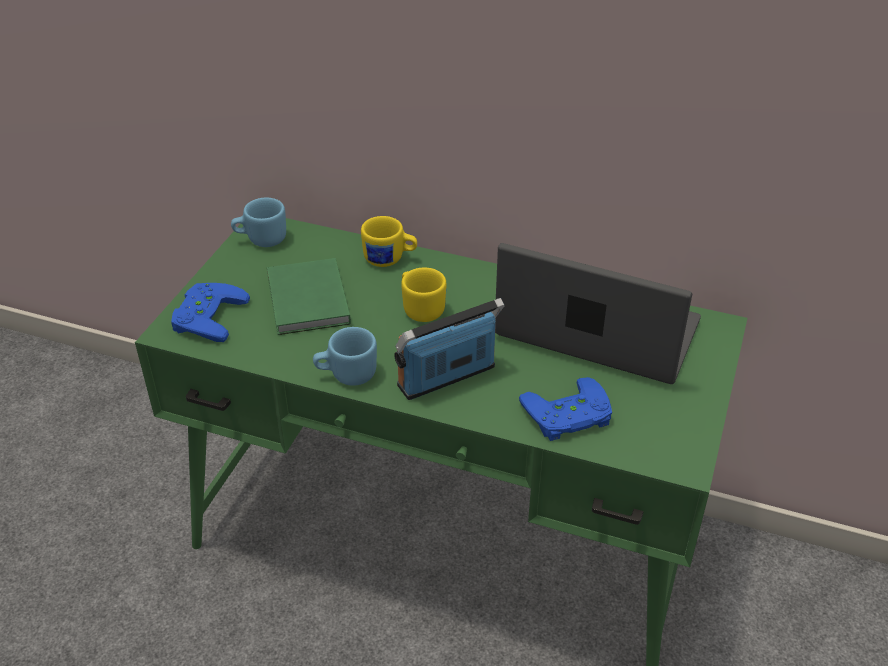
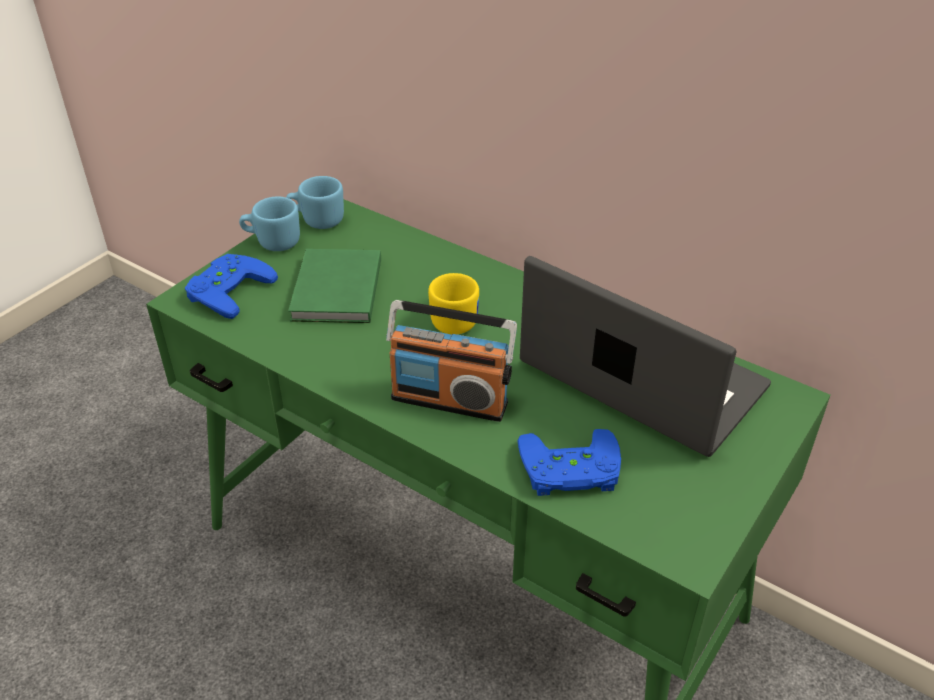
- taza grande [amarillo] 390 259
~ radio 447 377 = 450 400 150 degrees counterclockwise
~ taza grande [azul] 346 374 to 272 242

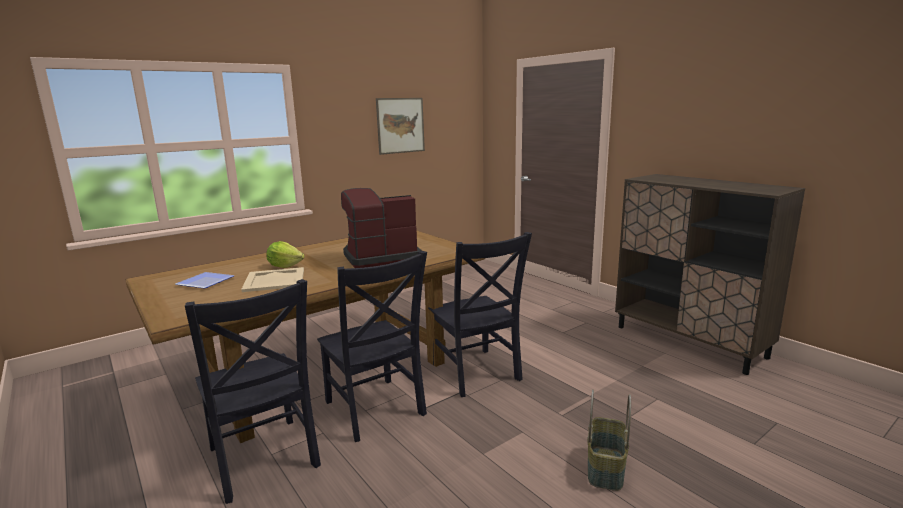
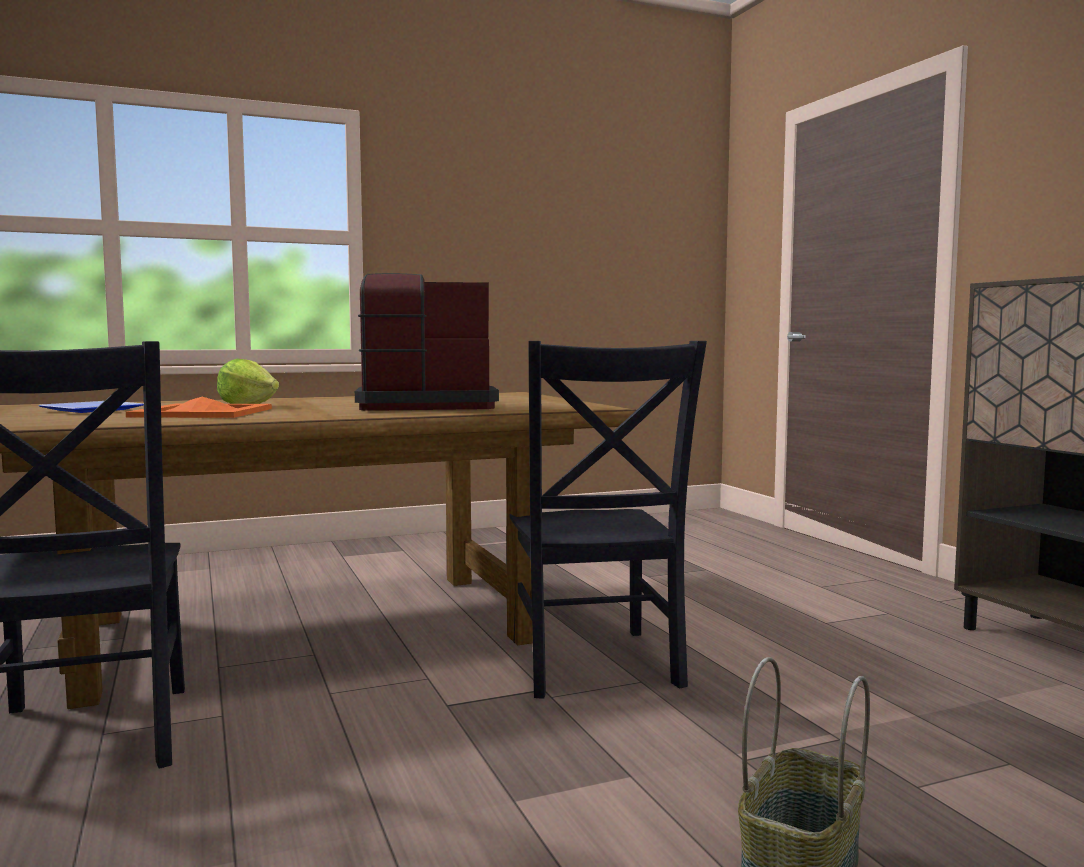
- cuadro 400 125
- silla [negro] 375 410
~ bandeja [beis] 275 280 to bandeja [naranja] 204 412

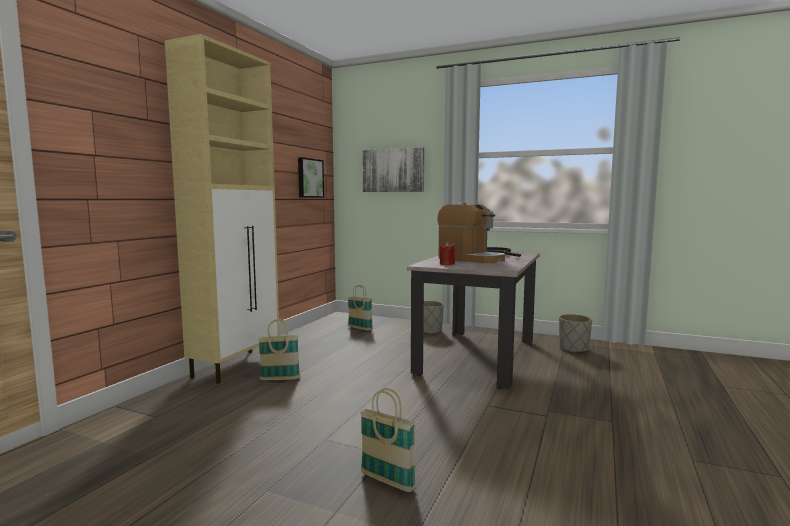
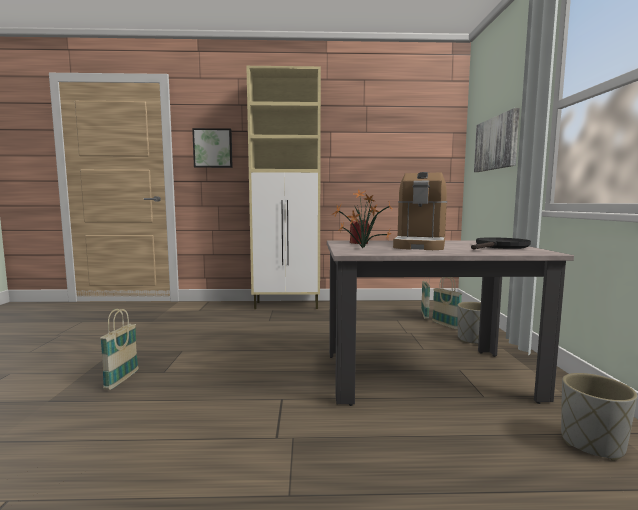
~ cuadro 309 178 to 213 148
~ cesta 280 379 to 445 325
+ planta en maceta 361 248

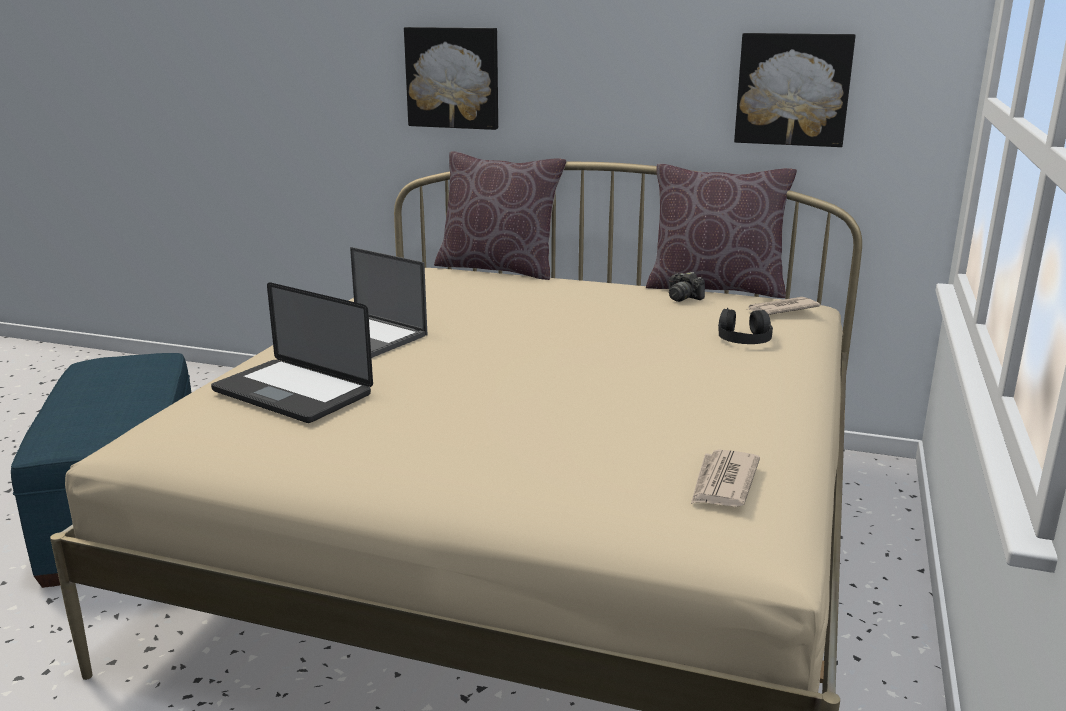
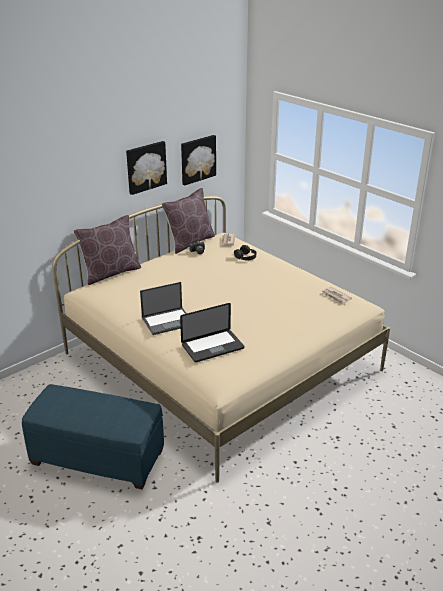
~ cuadro 453 78 to 145 167

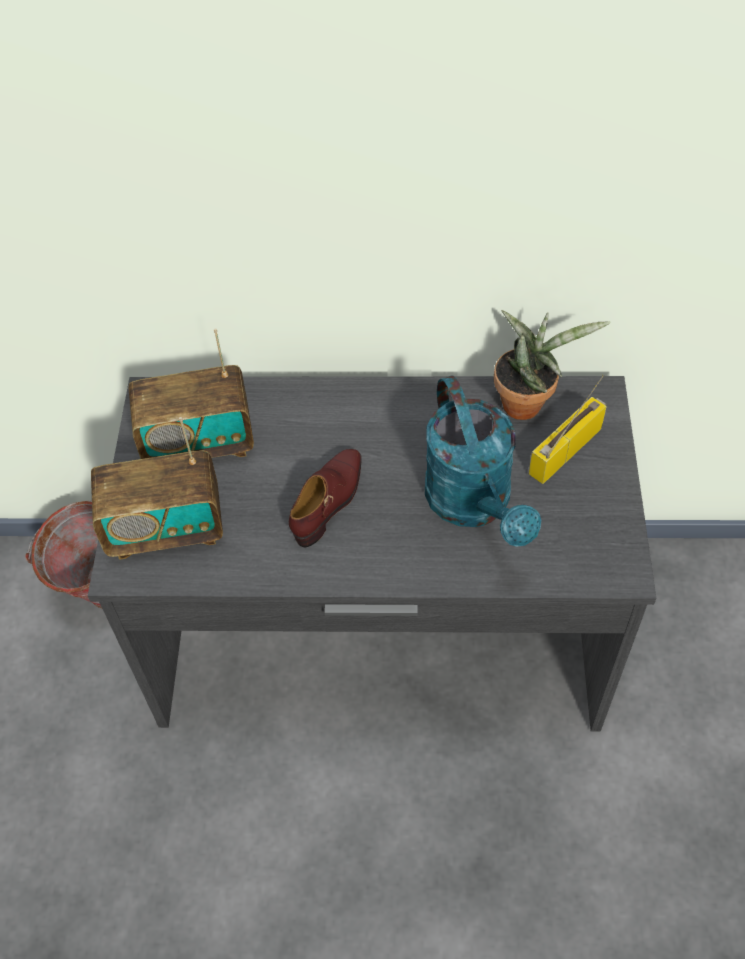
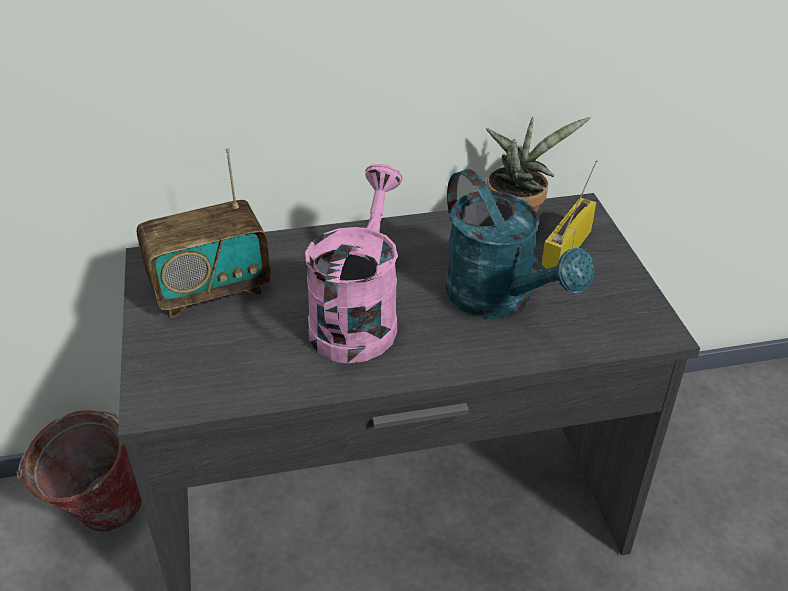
- radio 166 529
~ zapato [marrón] 329 501 to regadera [rosa] 357 317

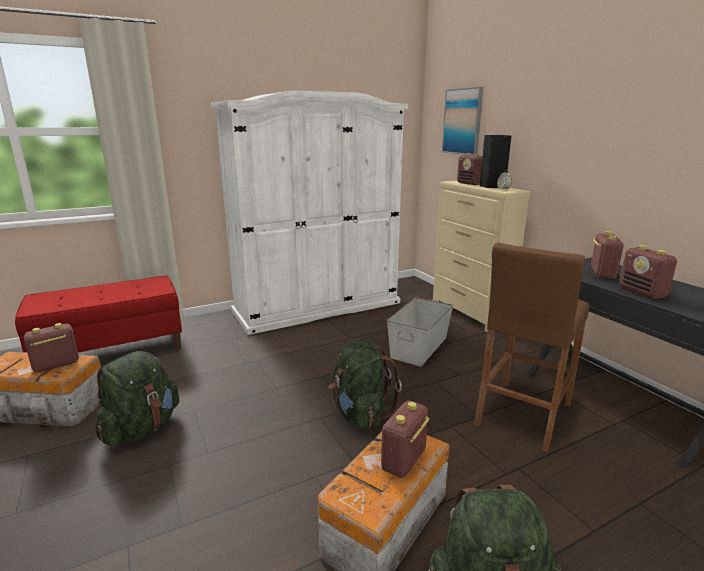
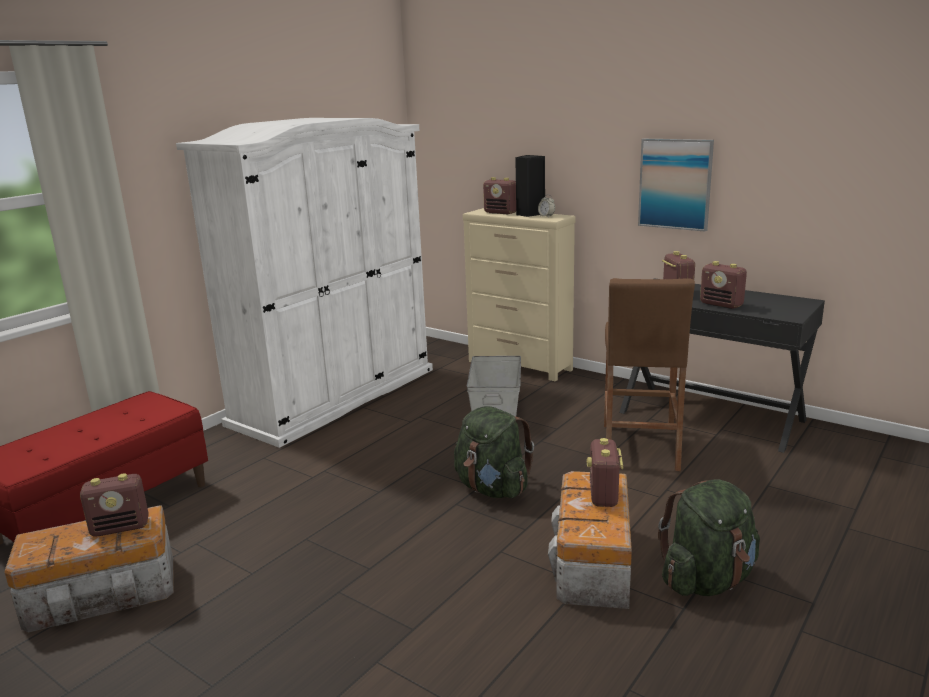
~ cuadro 462 121 to 675 184
~ radio 56 365 = 121 527 135 degrees counterclockwise
- mochila [verde] 142 428

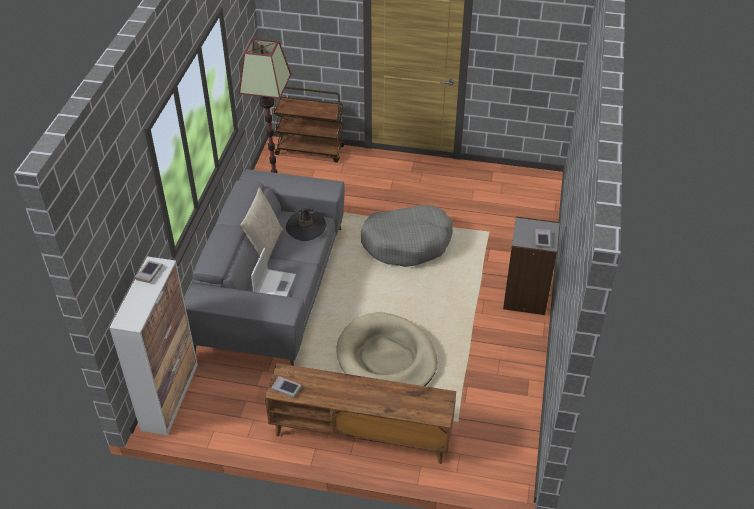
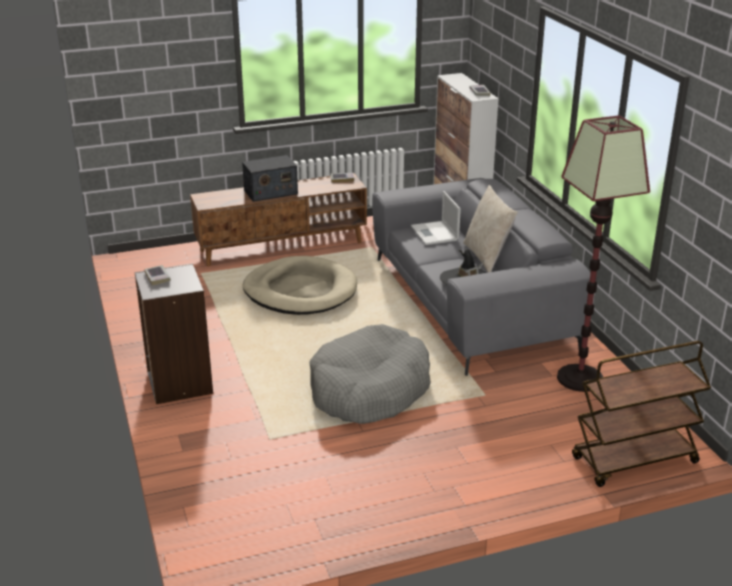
+ radio 270 192

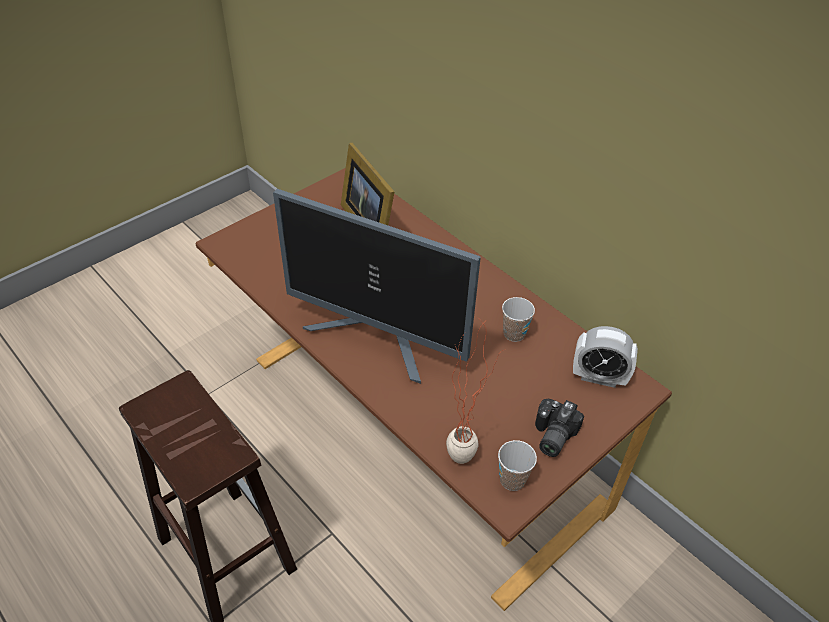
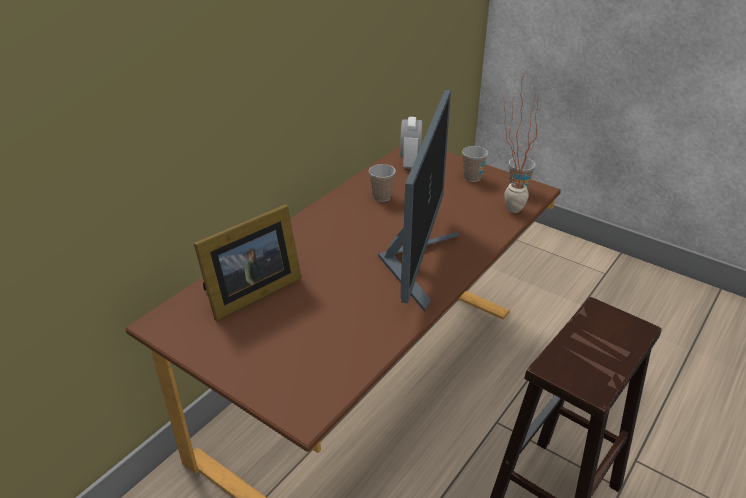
~ cámara 551 435 to taza 472 177

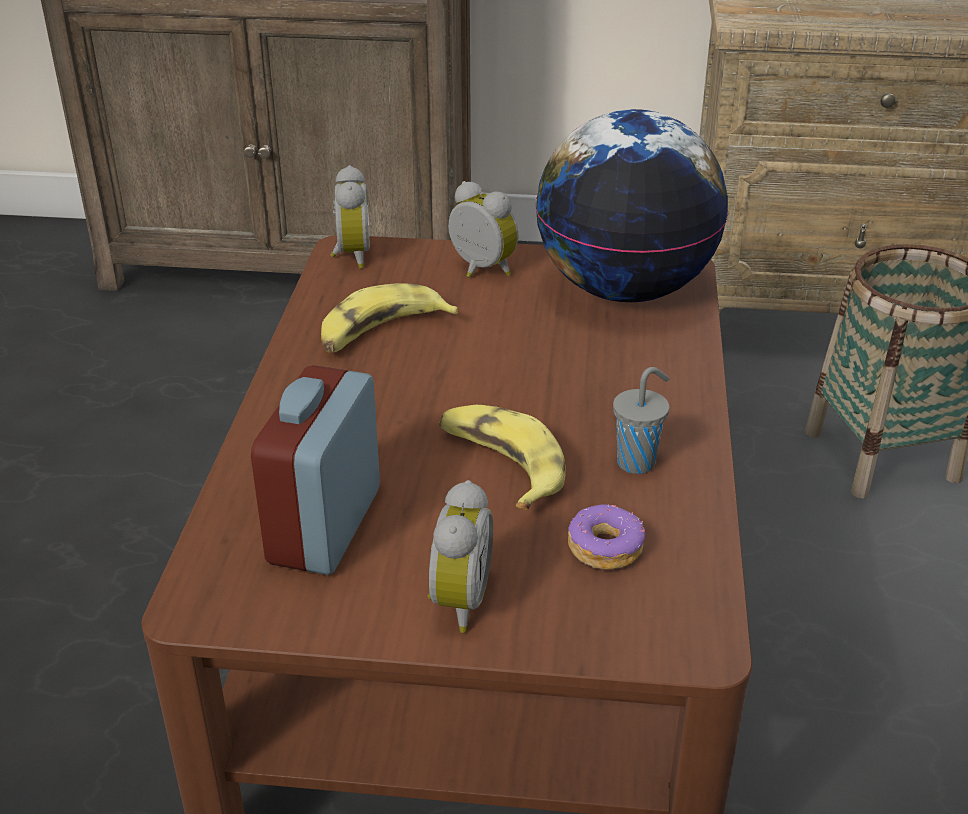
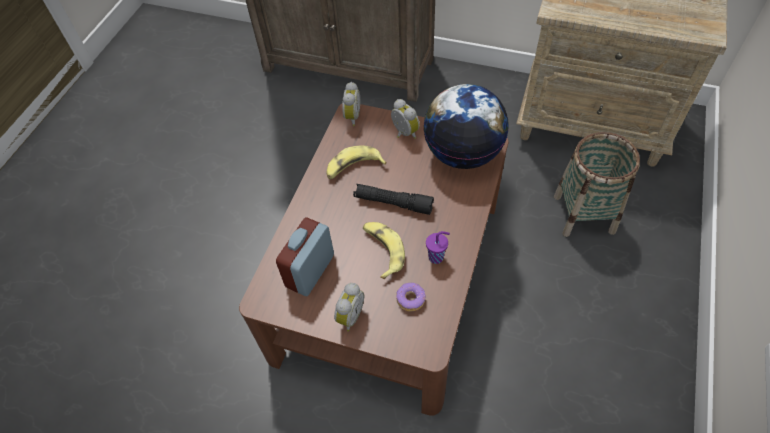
~ taza [gris] 638 462 to taza [morado] 437 257
+ linterna [negro] 393 203

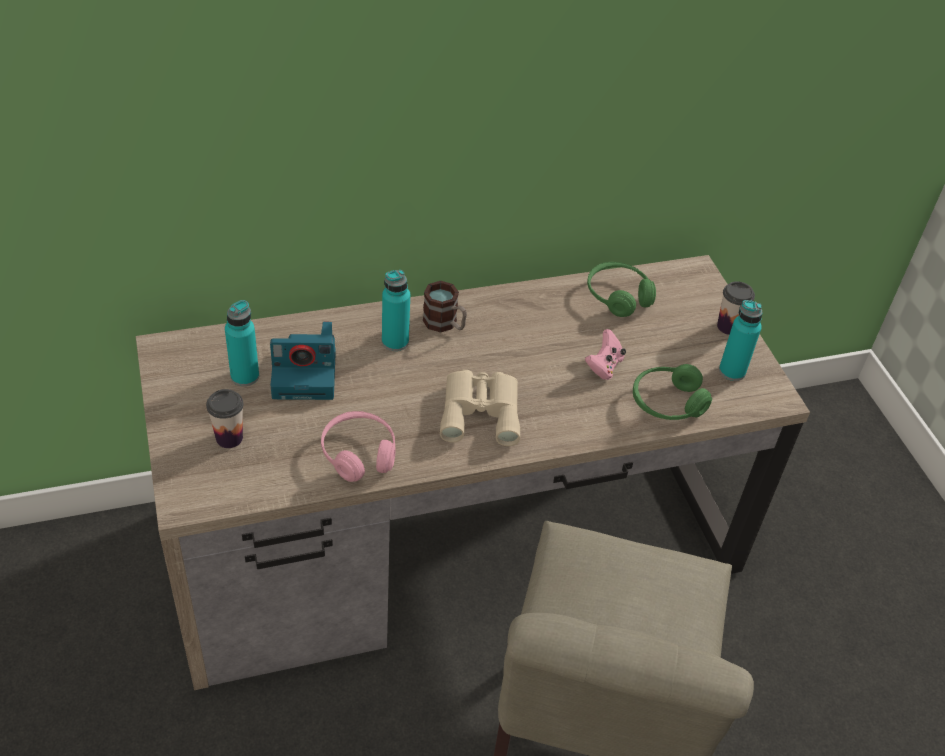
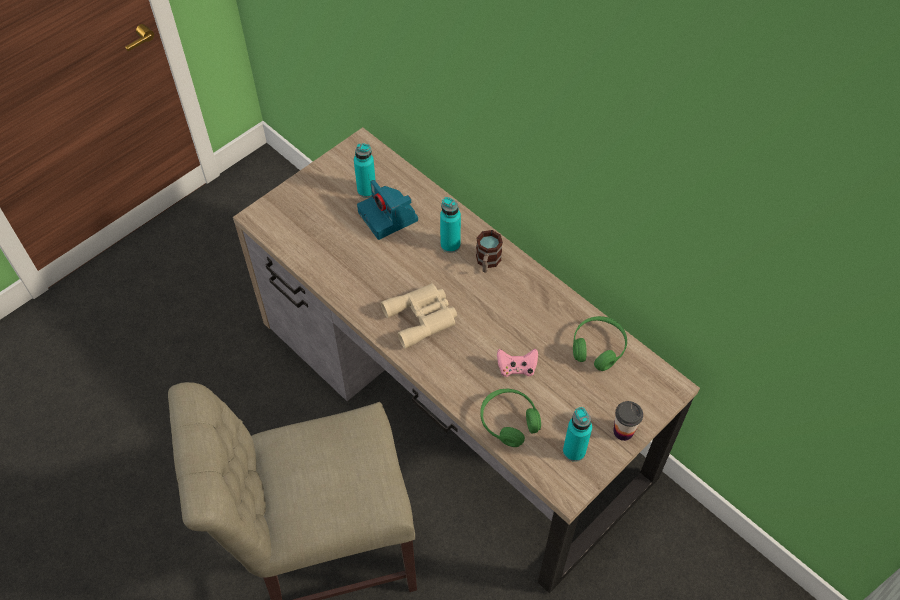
- taza 229 438
- auriculares [rosa] 359 453

